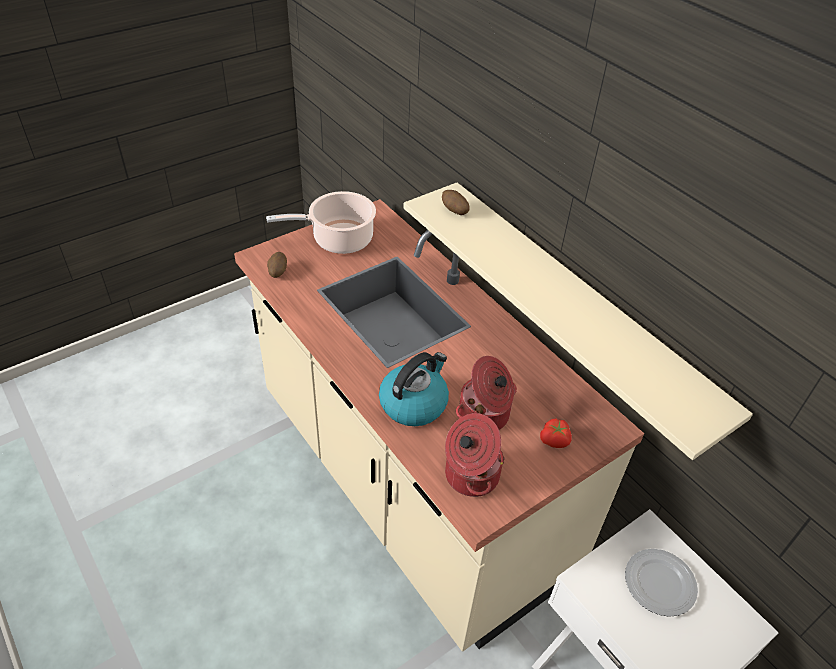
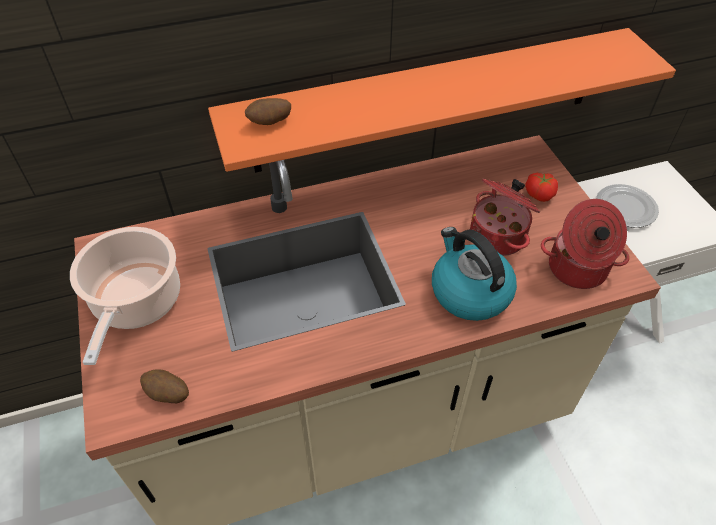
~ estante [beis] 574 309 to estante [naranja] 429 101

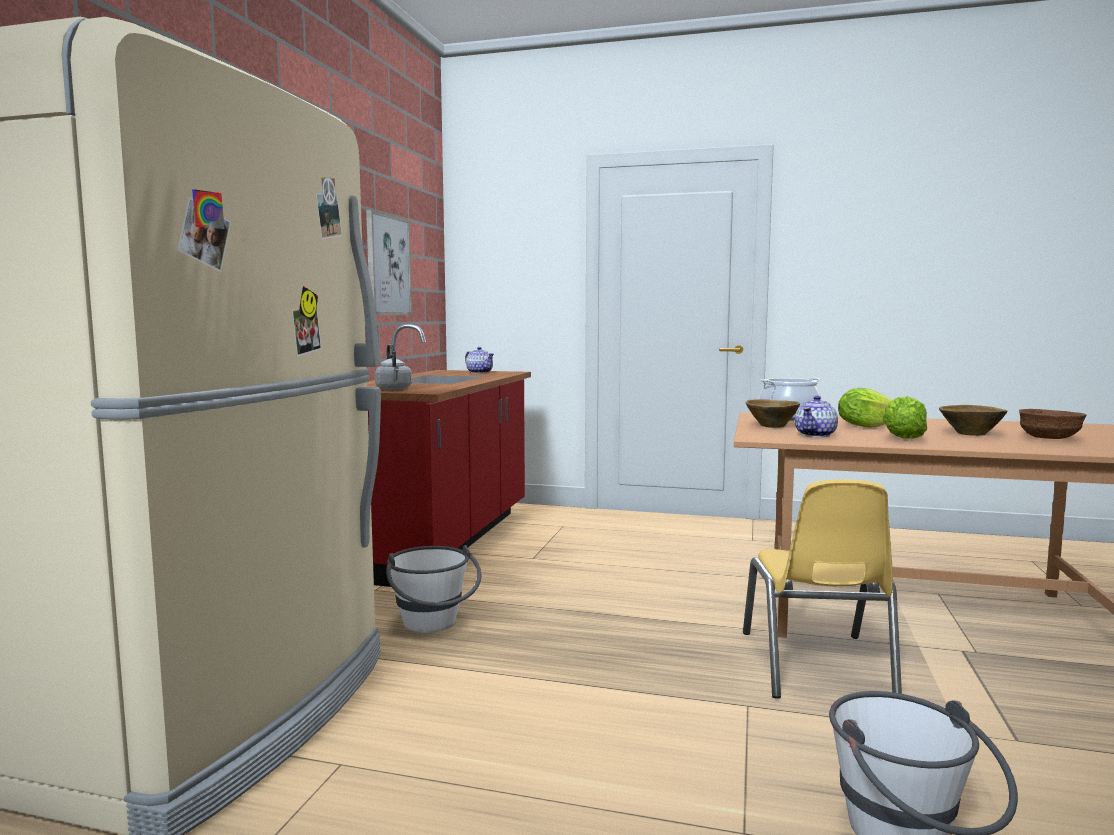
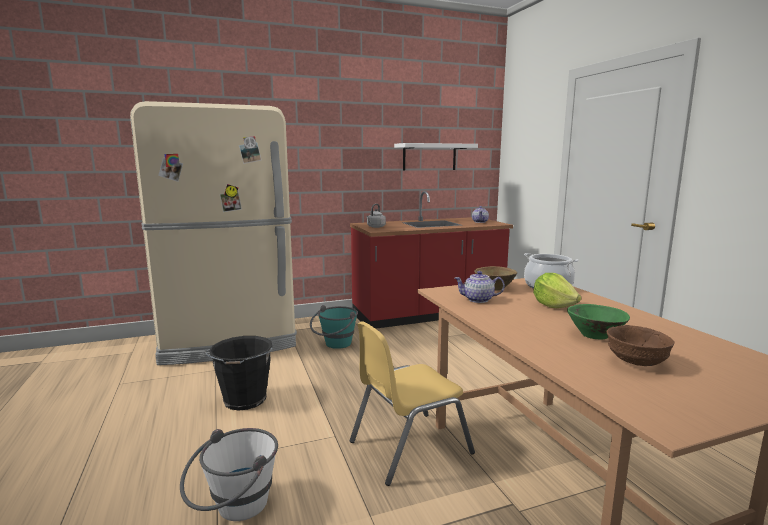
~ cuadro 387 265 to estante [blanco] 429 157
- lechuga 903 438
~ cuenco [marrón] 971 433 to cuenco [verde] 595 335
~ cubo [blanco] 433 626 to cubo [turquesa] 335 345
+ cubo [negro] 244 400

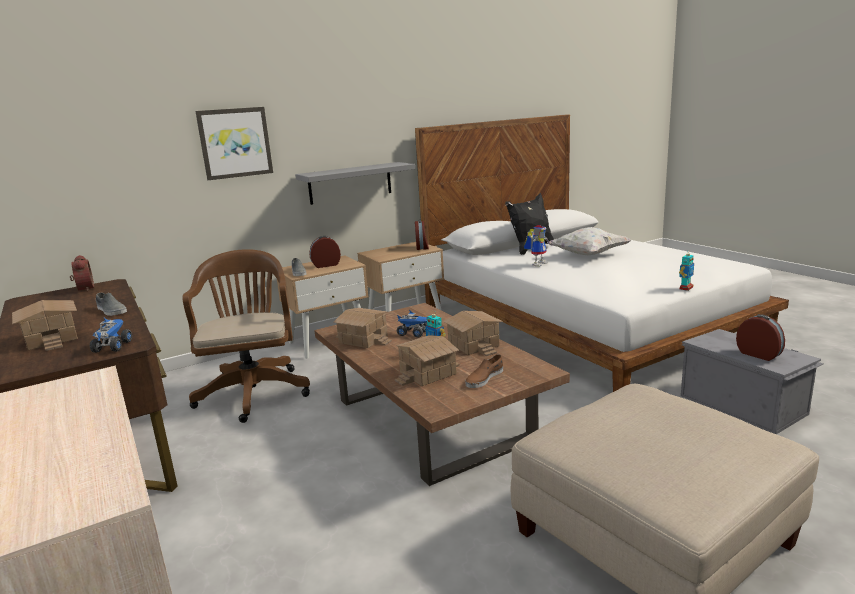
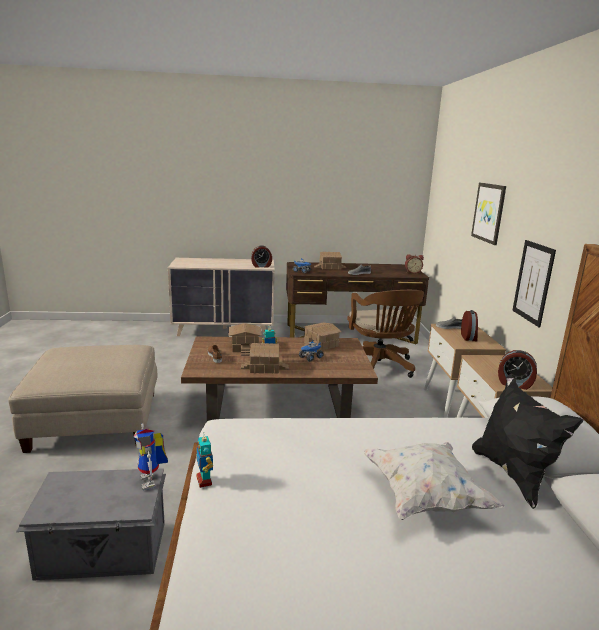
~ estante [gris] 350 183 to cuadro 533 282
~ robot de juguete 538 263 to 152 482
~ silla de oficina [marrón] 254 391 = 379 367 60 degrees clockwise
~ despertador 759 354 to 261 266

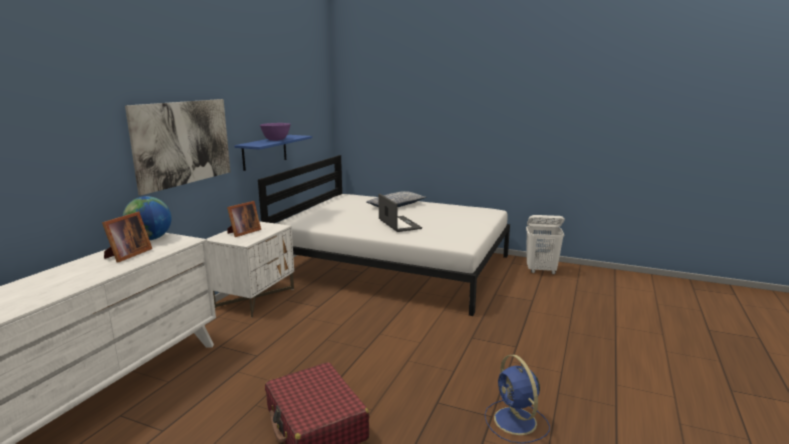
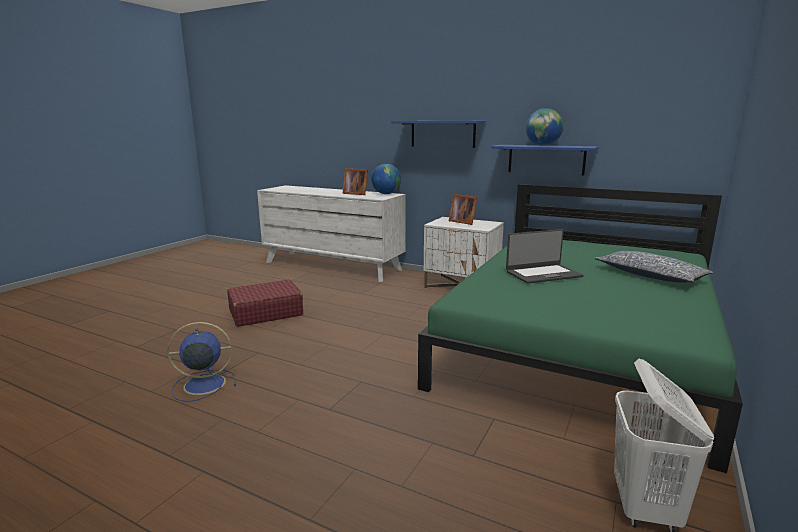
~ cuadro 183 143 to estante [azul] 442 134
~ cuenco [morado] 276 140 to globo terráqueo 543 145
~ cama [blanco] 393 265 to cama [verde] 581 346

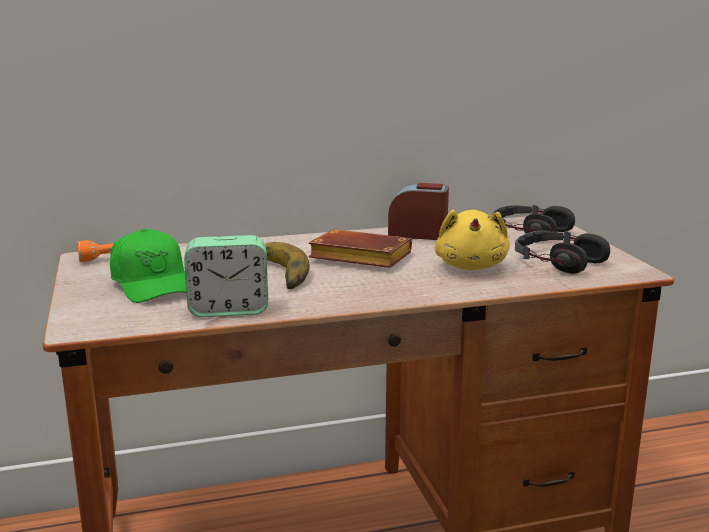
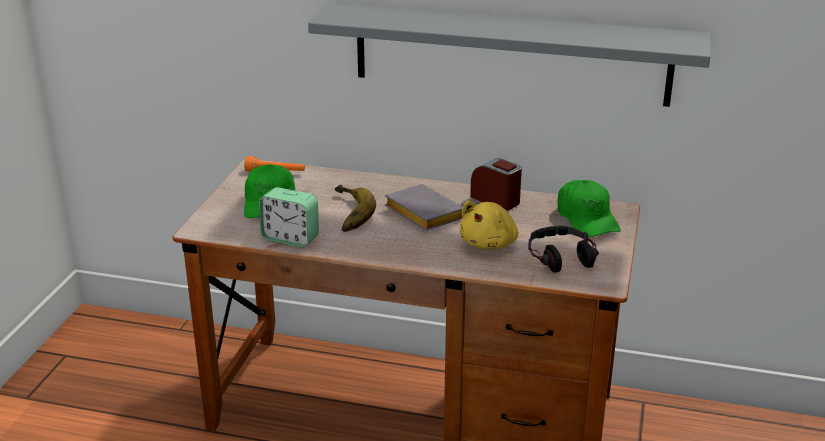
~ auriculares 529 231 to gorra [verde] 587 219
~ libro [marrón] 357 258 to libro [gris] 421 213
+ estante [gris] 511 54

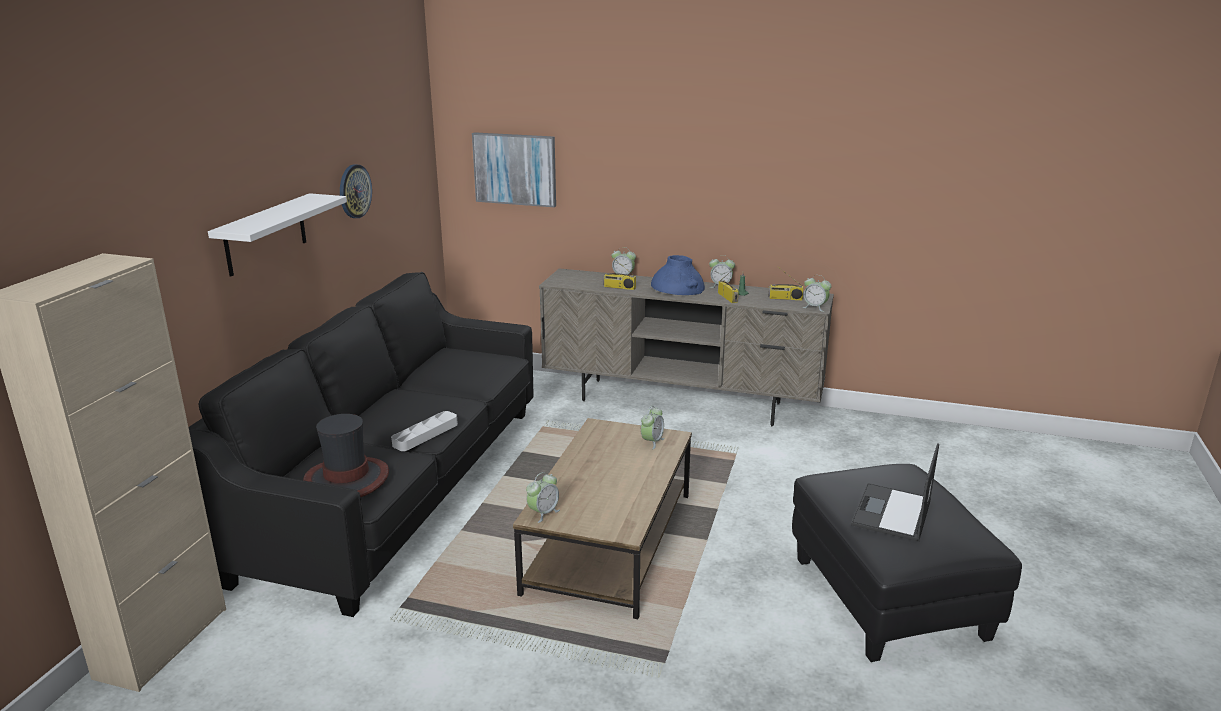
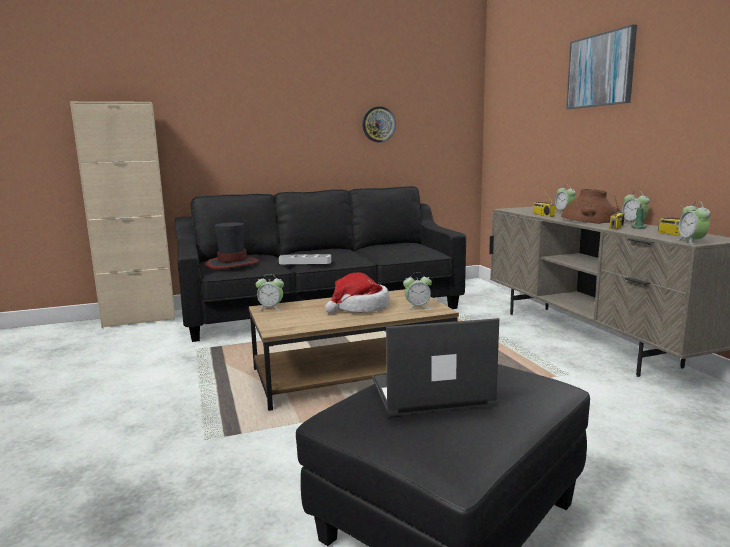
~ cuadro 515 169 to 600 70
- estante [blanco] 265 234
~ florero [azul] 677 288 to florero [marrón] 589 220
+ sombrero 360 307

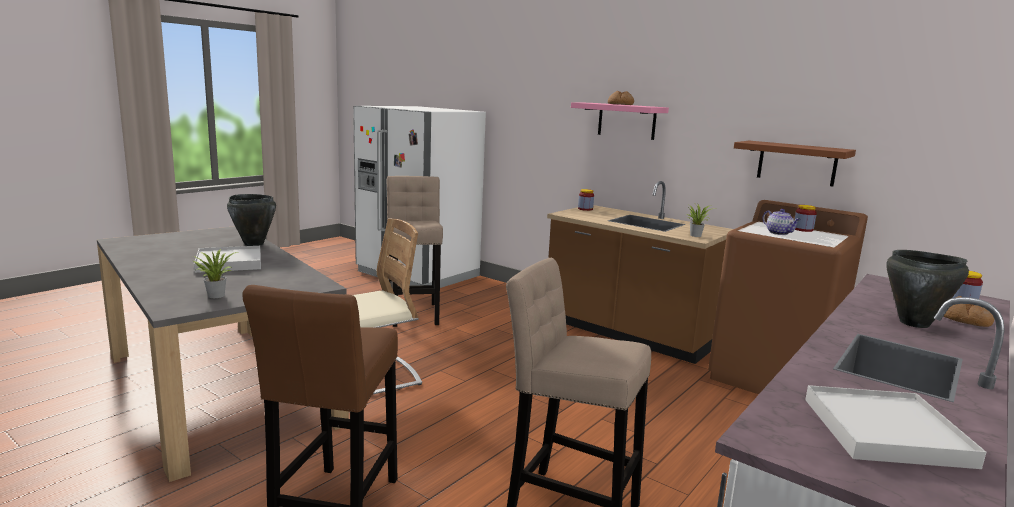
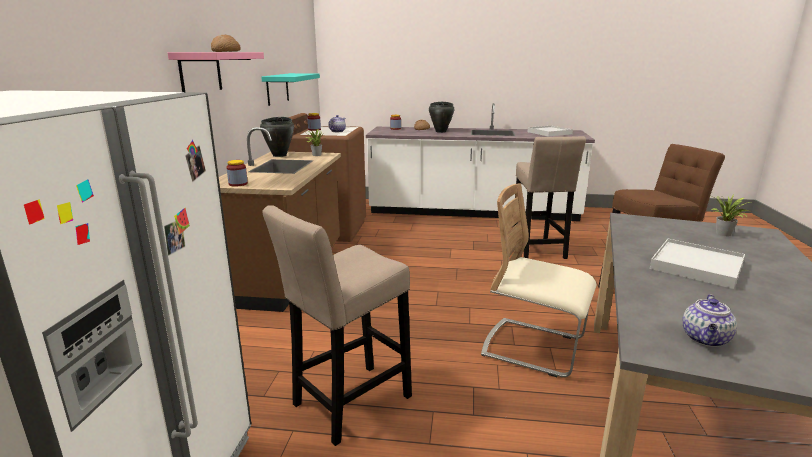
~ estante [marrón] 796 163 to estante [turquesa] 277 89
~ olla [negro] 253 244 to 280 155
+ tetera 706 339

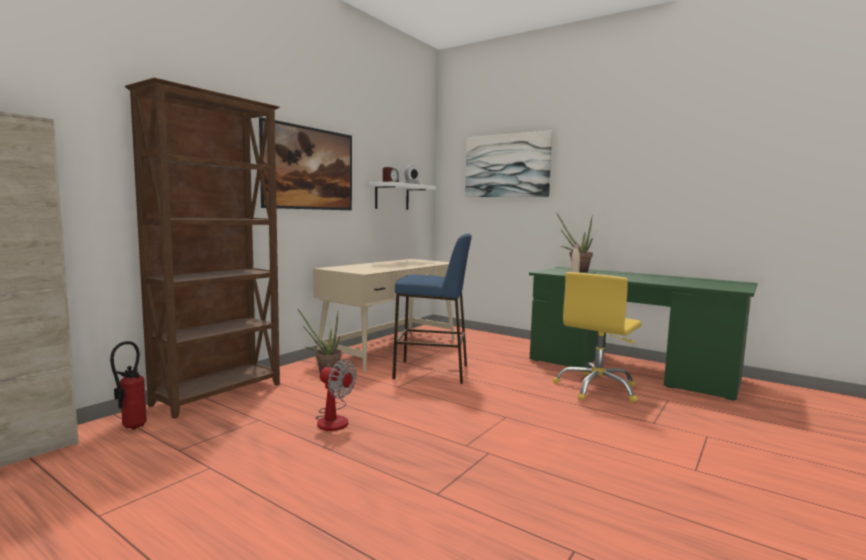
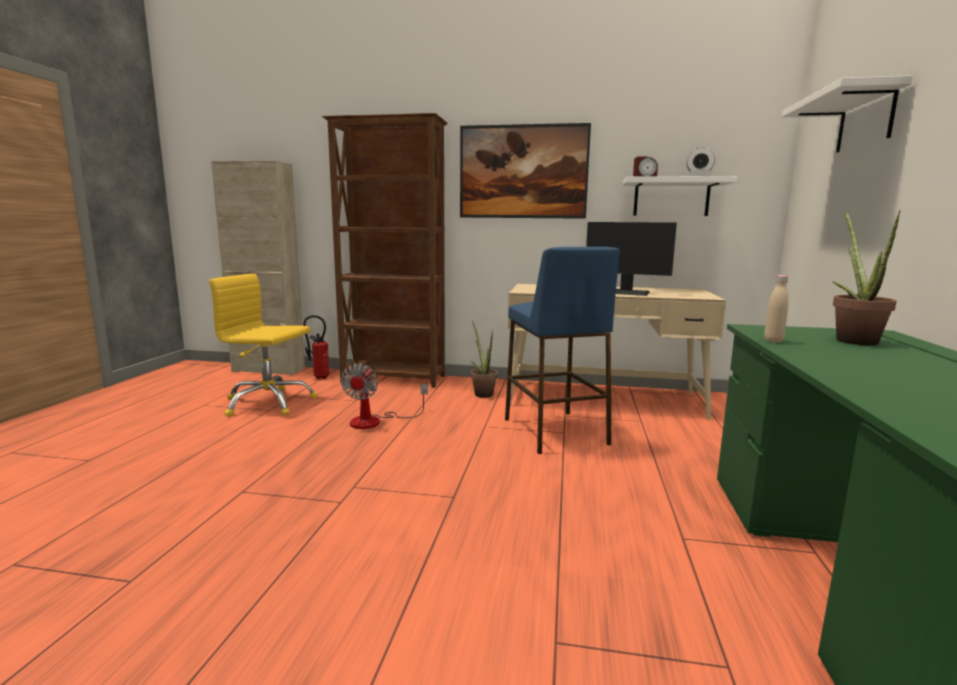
~ cuadro 507 166 to estante [blanco] 865 120
~ silla de oficina [amarillo] 597 388 to 268 403
+ monitor 625 292

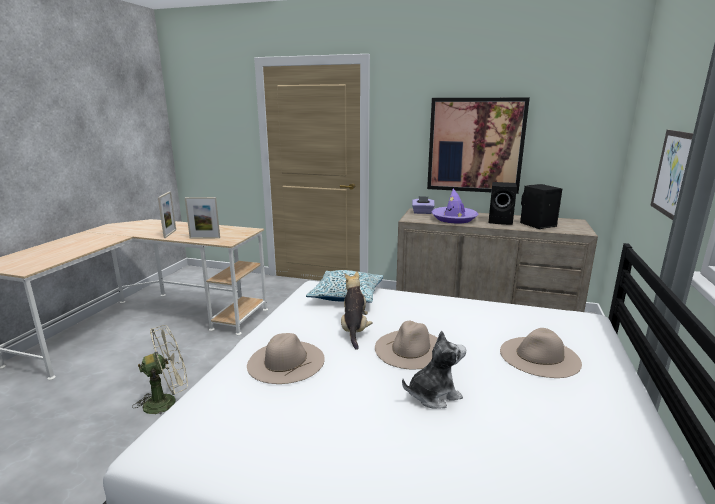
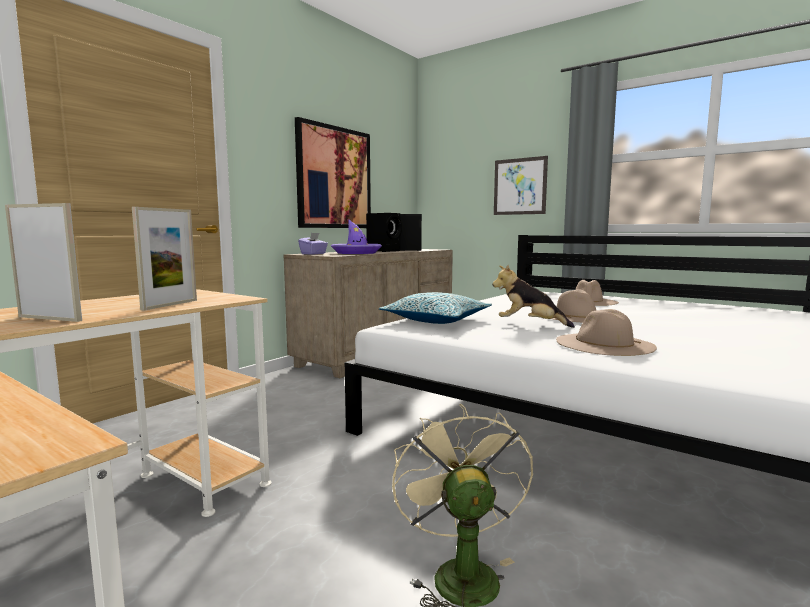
- peluche 433 395

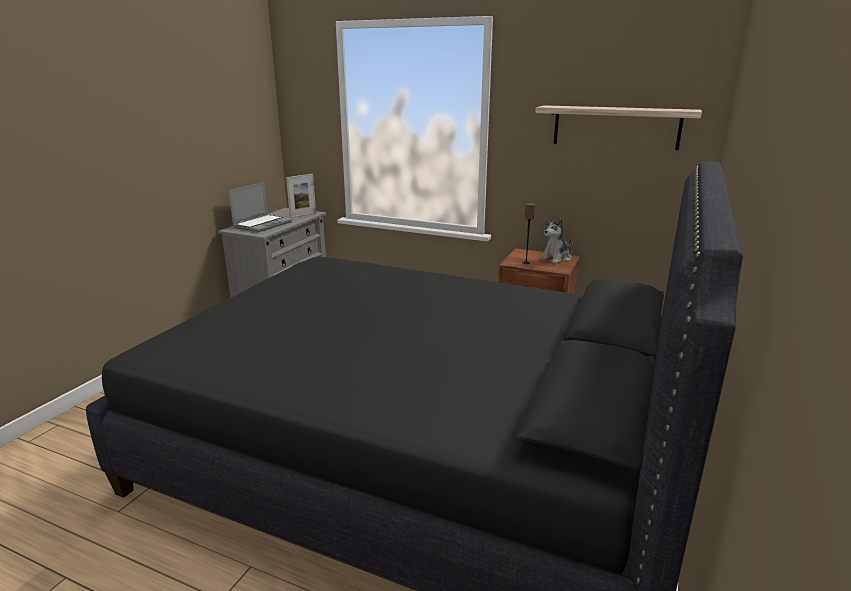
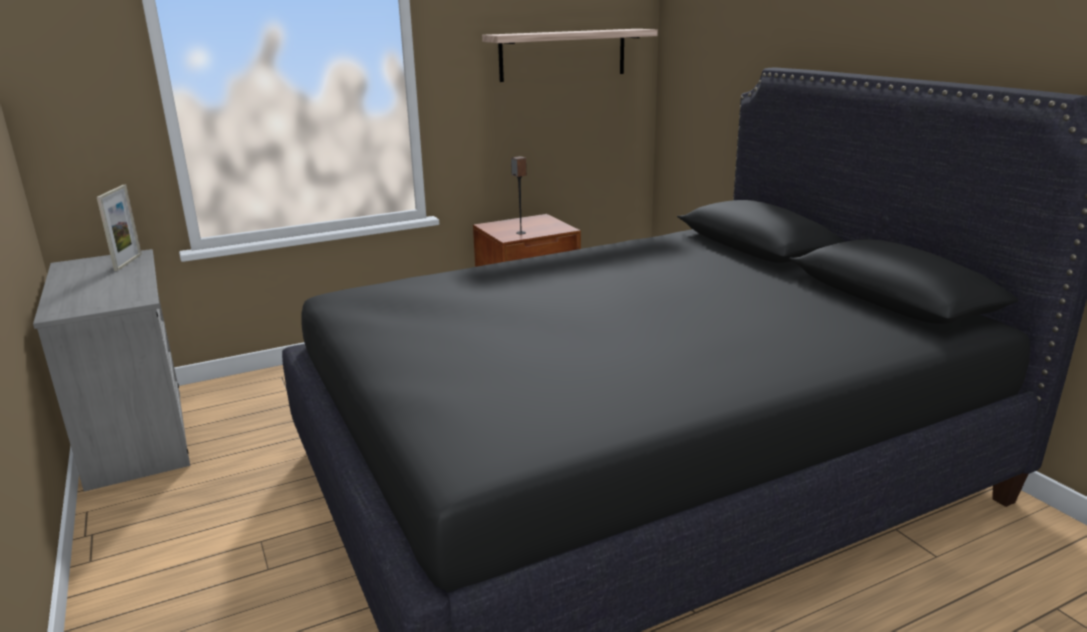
- portátil 262 224
- peluche 556 258

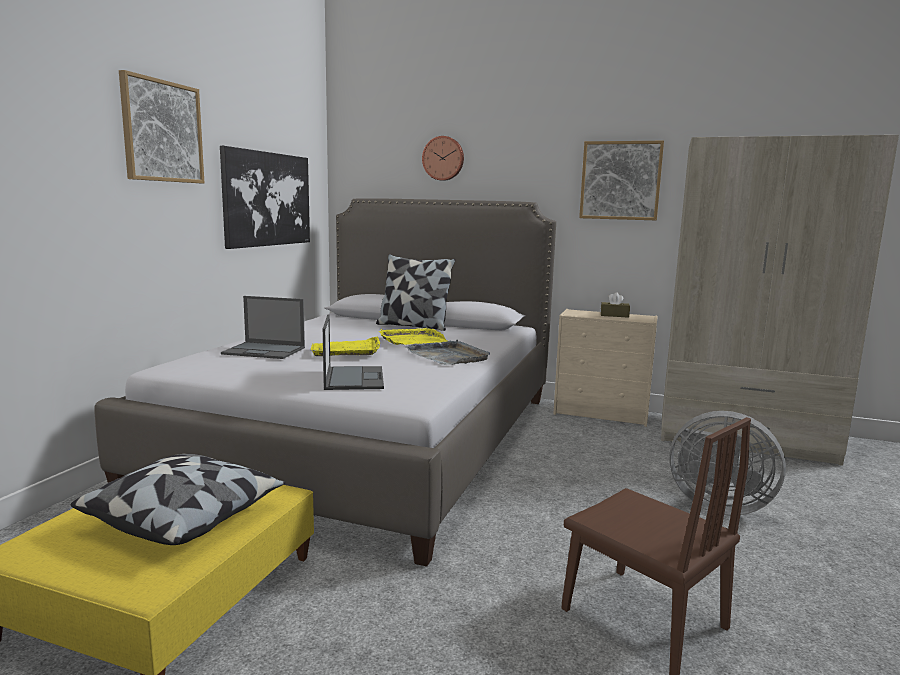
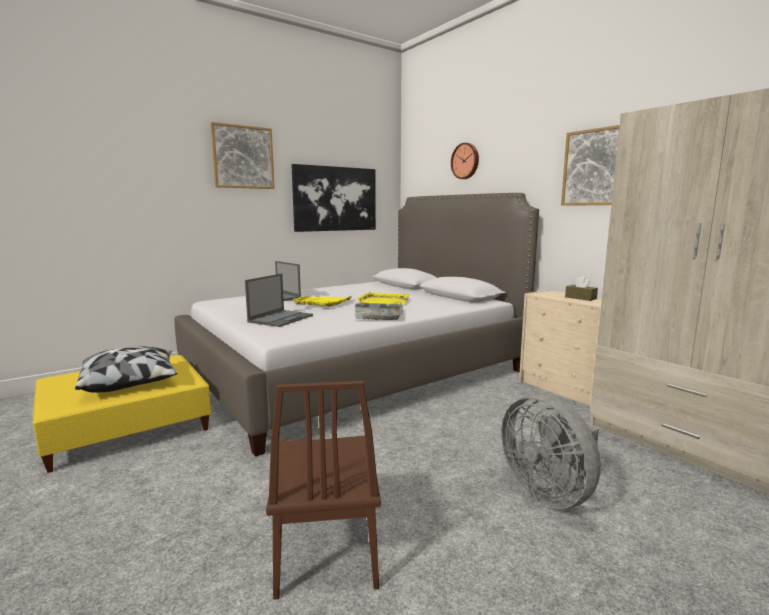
- cojín 413 326

